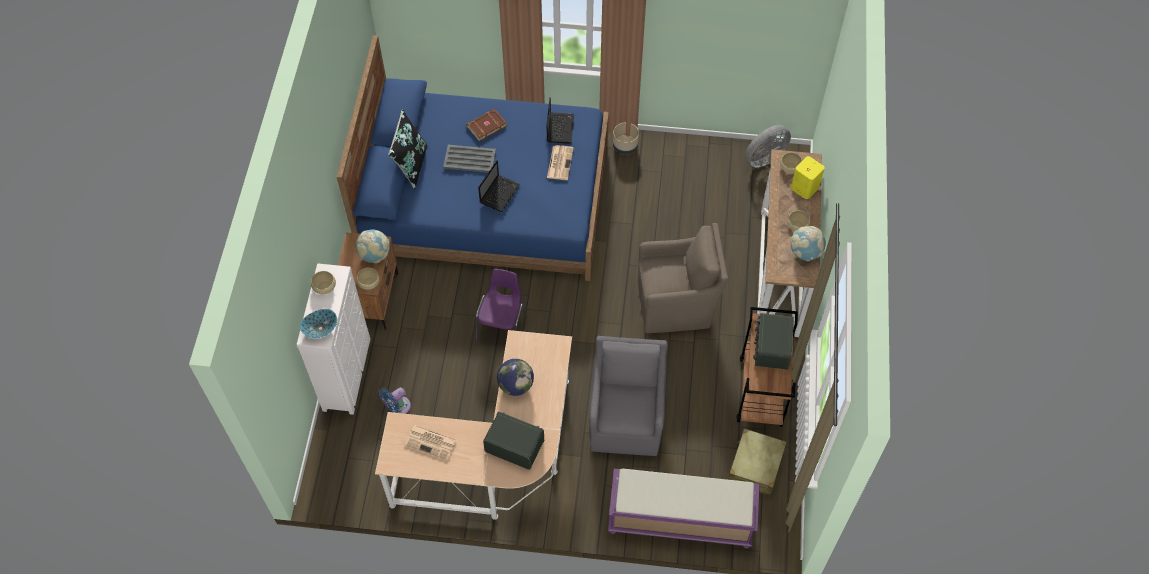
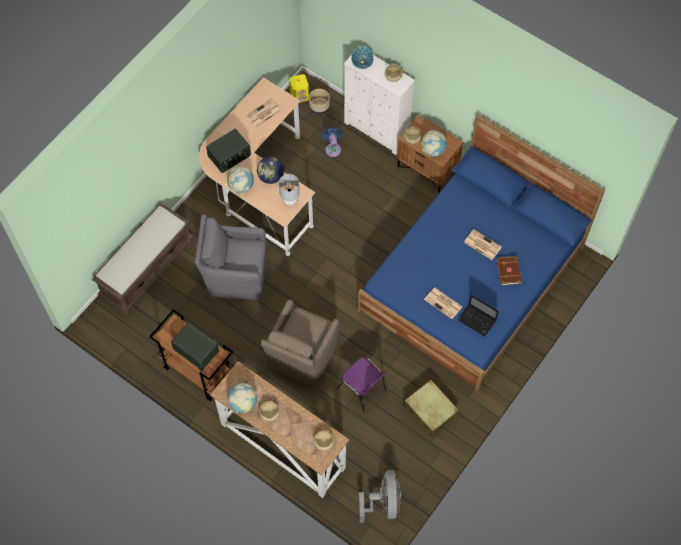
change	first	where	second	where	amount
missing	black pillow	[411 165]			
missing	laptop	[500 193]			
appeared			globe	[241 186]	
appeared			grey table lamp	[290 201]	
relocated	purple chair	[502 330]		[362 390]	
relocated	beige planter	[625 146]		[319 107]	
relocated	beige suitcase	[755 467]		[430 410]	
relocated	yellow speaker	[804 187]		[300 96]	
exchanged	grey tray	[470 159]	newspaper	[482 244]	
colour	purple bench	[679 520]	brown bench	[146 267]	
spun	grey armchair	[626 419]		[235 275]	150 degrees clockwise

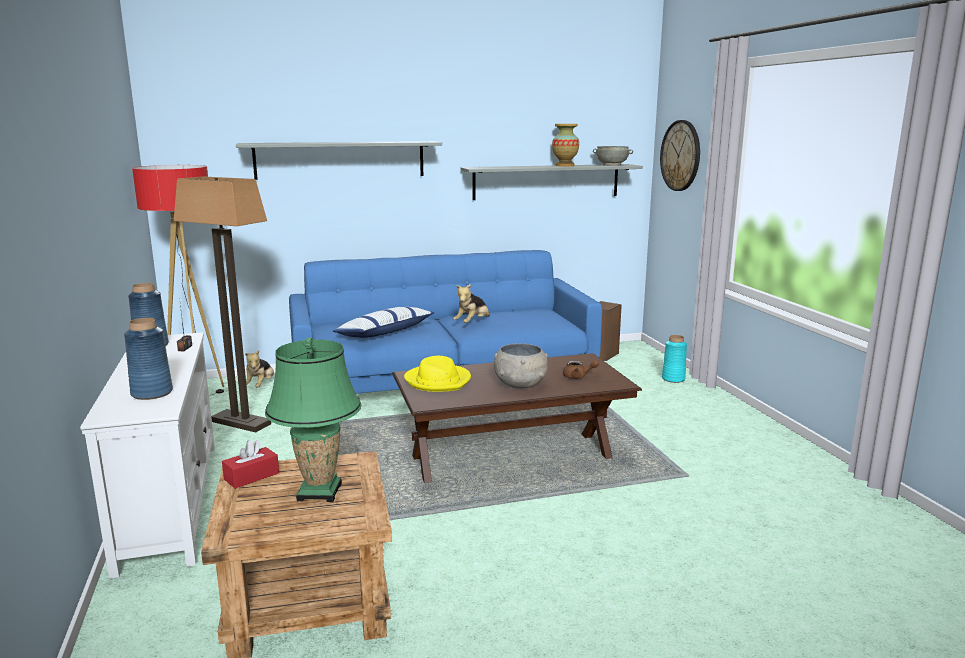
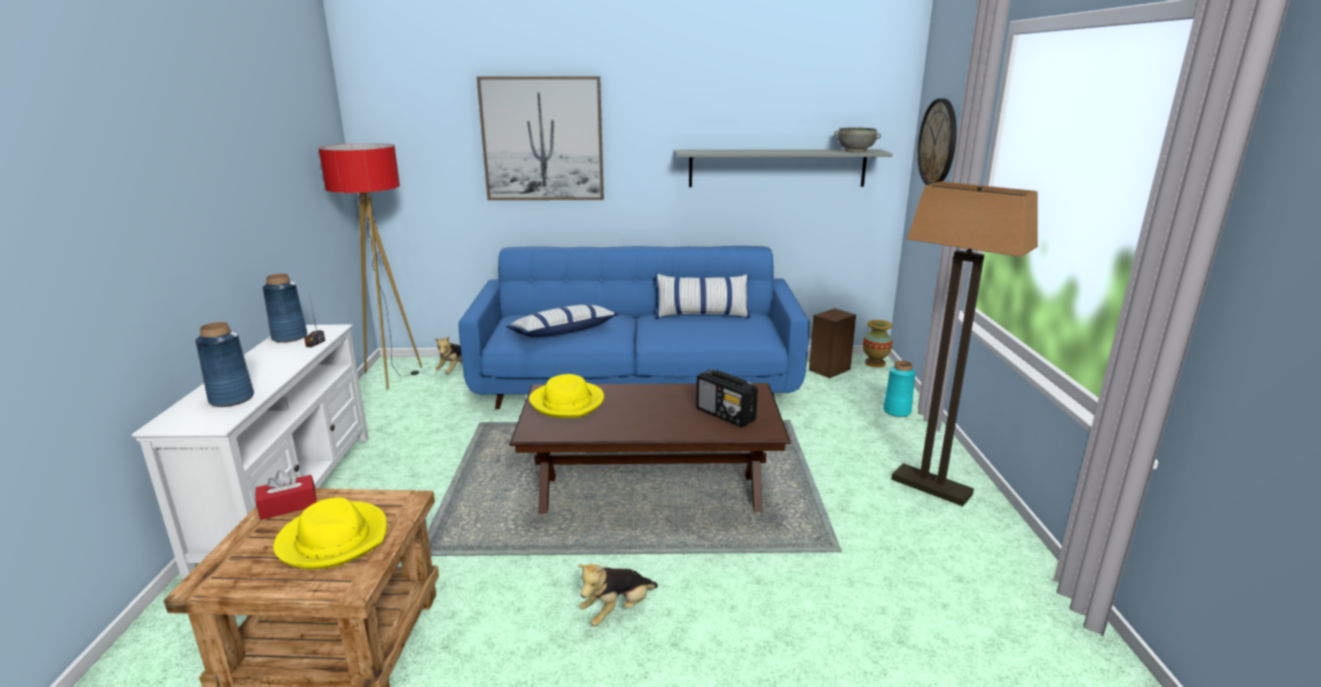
change	first	where	second	where	amount
missing	grey bowl	[520 384]			
appeared			pillow	[702 315]	
relocated	floor lamp	[241 422]		[932 486]	
relocated	plush toy	[472 323]		[617 611]	
relocated	vase	[565 165]		[875 363]	
exchanged	grey shelf	[340 160]	picture	[542 139]	
exchanged	green table lamp	[319 492]	yellow hat	[334 539]	
exchanged	brown teapot	[578 376]	radio	[726 415]	

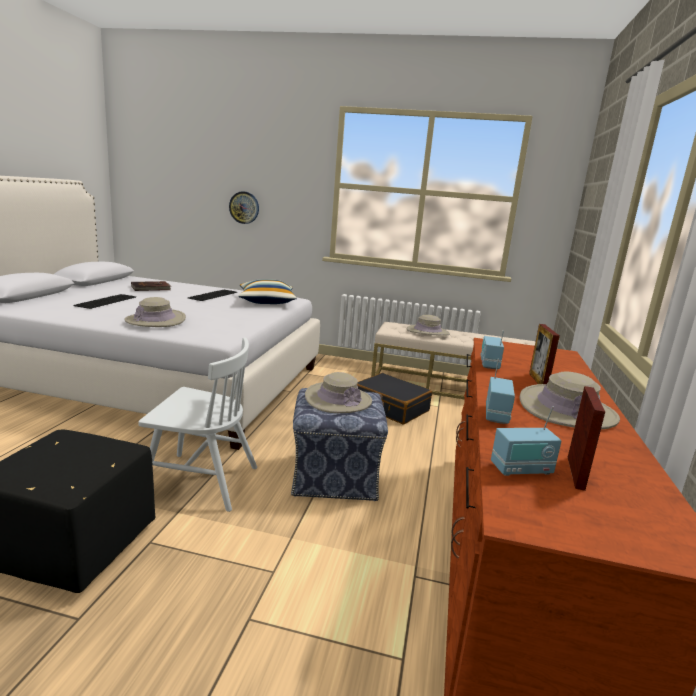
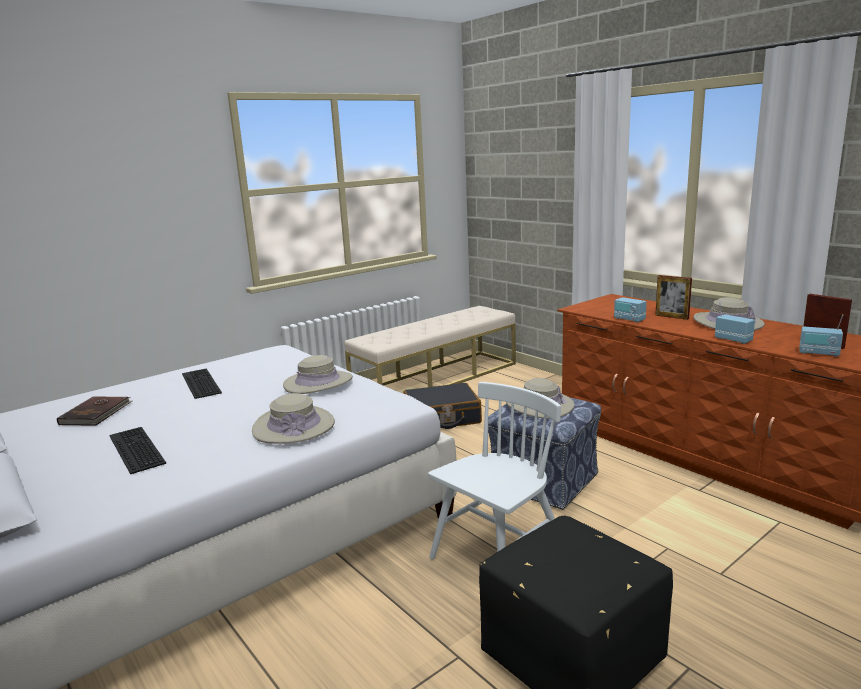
change	first	where	second	where	amount
missing	wall clock	[244 207]			
missing	pillow	[266 301]			
relocated	beige hat	[427 332]		[318 383]	
spun	radio	[521 470]		[818 353]	90 degrees clockwise

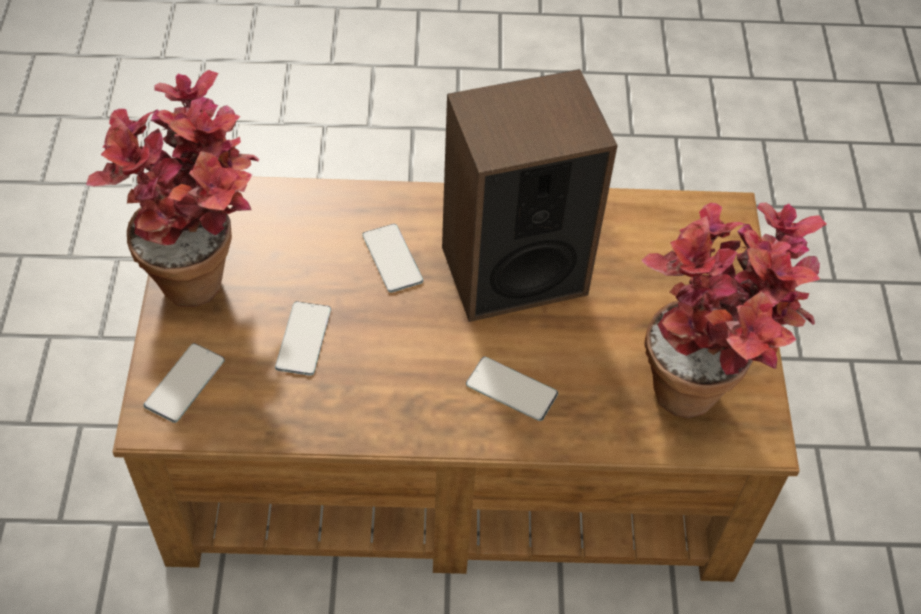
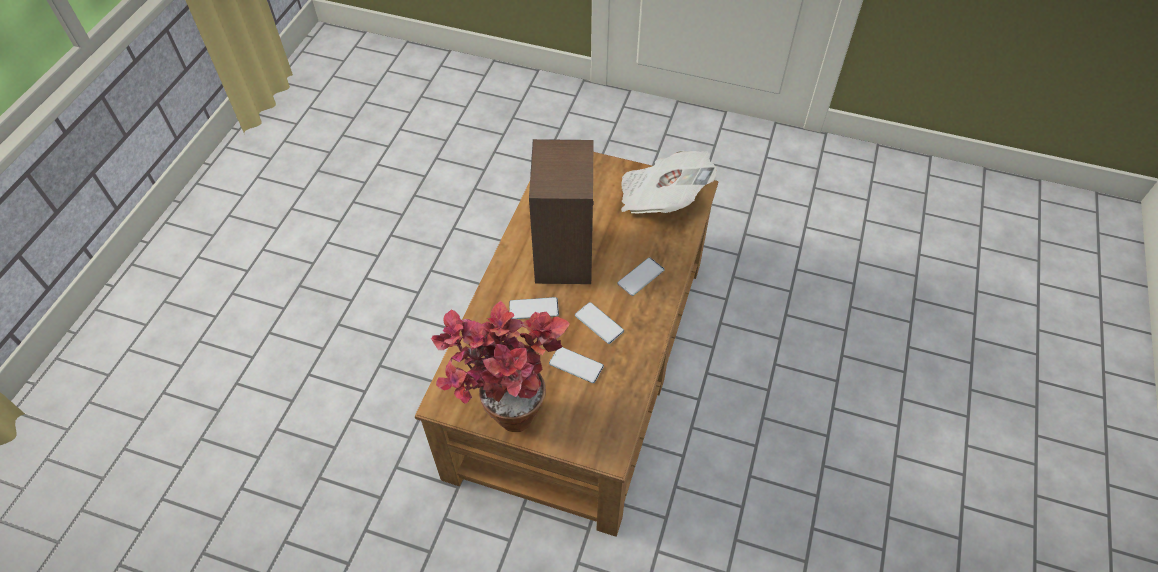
change	first	where	second	where	amount
relocated	phone	[184 383]		[599 323]	
exchanged	potted plant	[704 384]	newspaper	[661 198]	

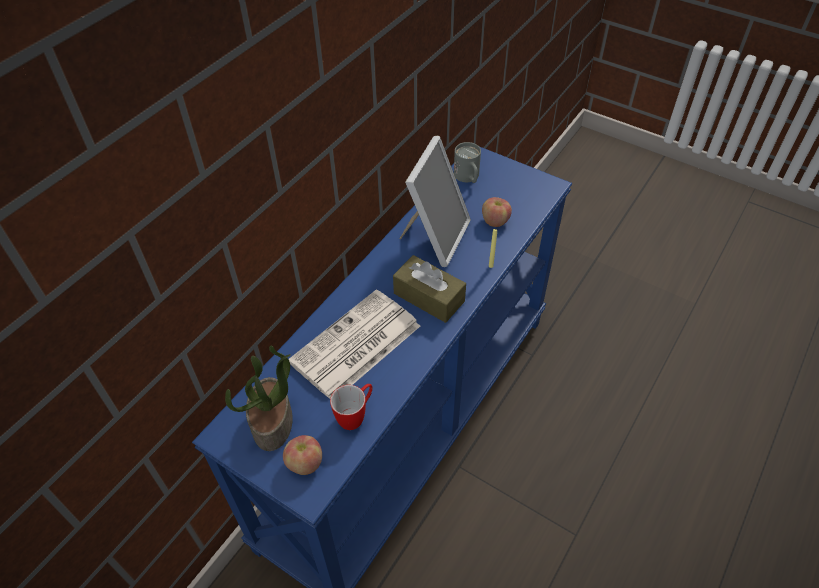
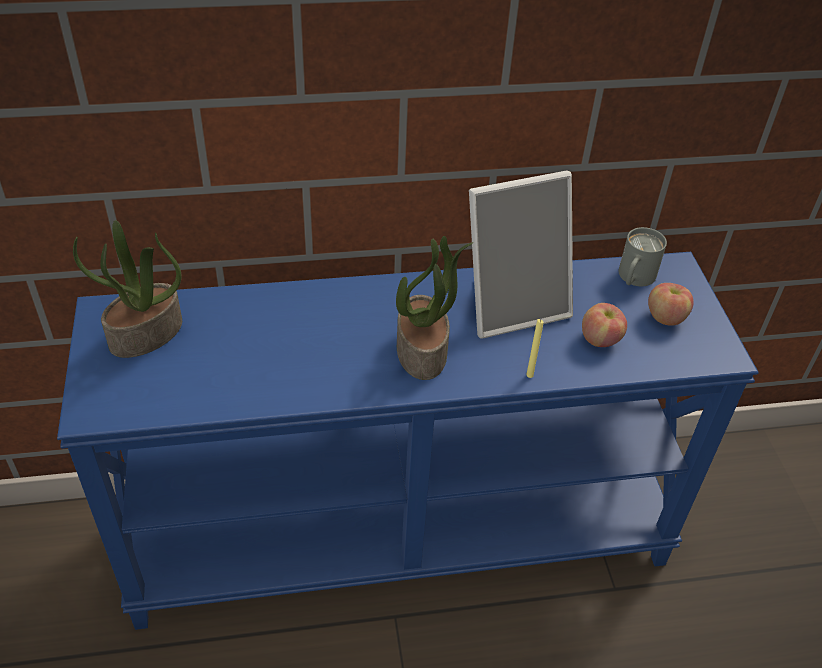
change	first	where	second	where	amount
missing	newspaper	[355 346]			
missing	mug	[356 416]			
relocated	apple	[304 463]		[665 317]	
exchanged	brown tissue box	[429 297]	potted plant	[423 351]	

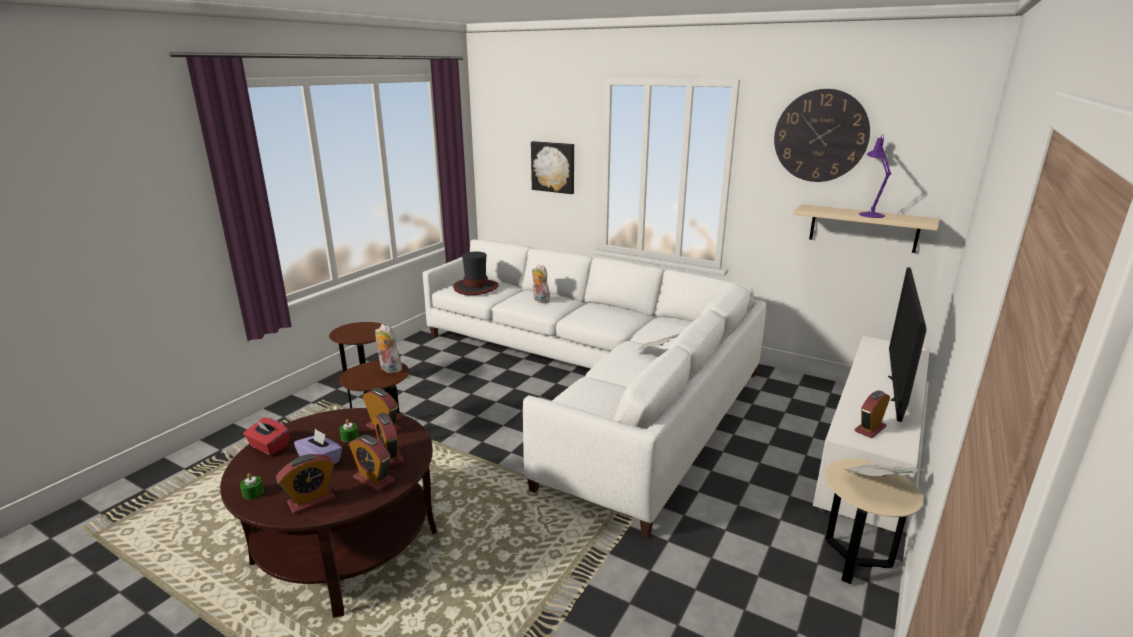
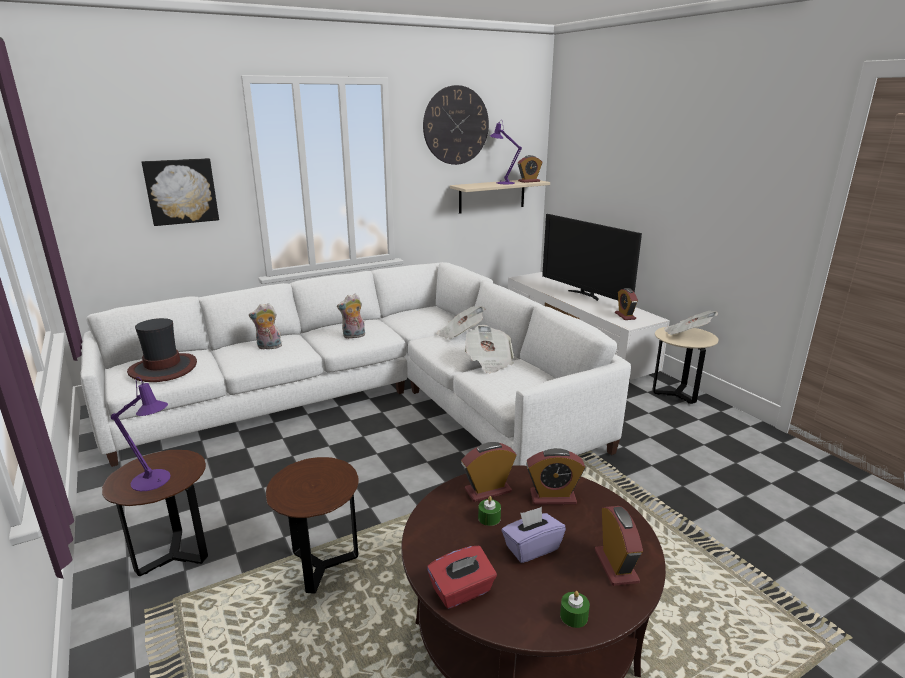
change	first	where	second	where	amount
appeared			purple table lamp	[155 481]	
appeared			newspaper	[489 362]	
relocated	alarm clock	[373 479]		[529 181]	
relocated	plush toy	[389 369]		[353 336]	

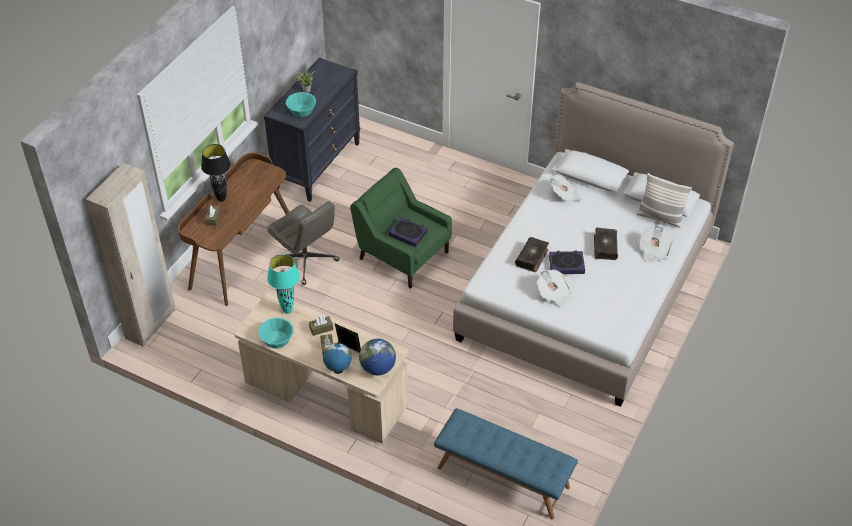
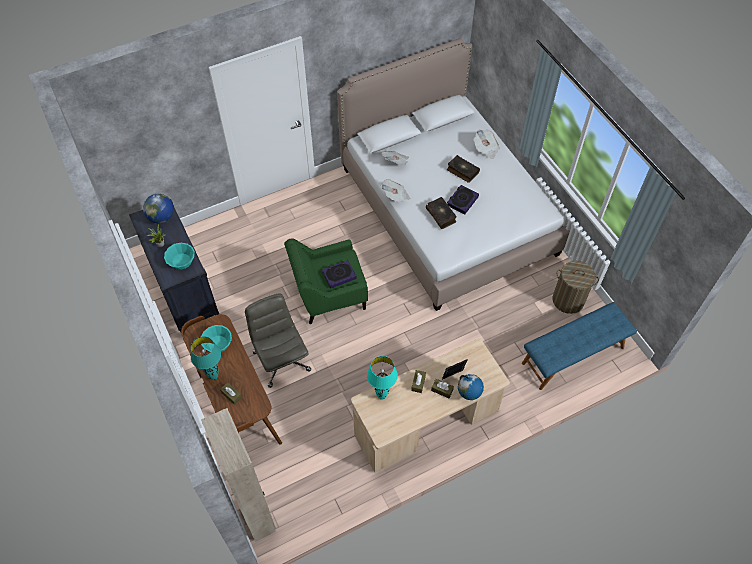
change	first	where	second	where	amount
missing	pillow	[660 217]			
appeared			laundry basket	[568 300]	
relocated	turquoise bowl	[277 339]		[218 344]	
relocated	globe	[378 368]		[161 217]	
relocated	newspaper	[553 294]		[395 196]	
colour	black table lamp	[221 199]	turquoise table lamp	[213 376]	
spun	grey office chair	[306 261]		[281 360]	105 degrees counterclockwise

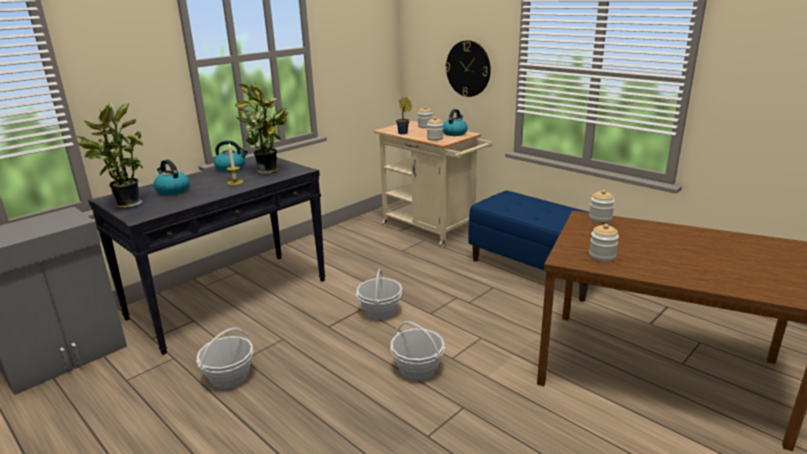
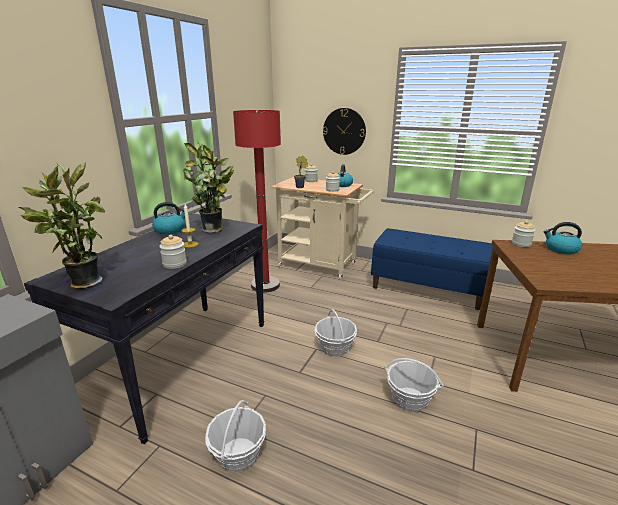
change	first	where	second	where	amount
appeared			red floor lamp	[265 285]	
relocated	kettle	[172 190]		[560 249]	
relocated	jar	[602 256]		[174 264]	

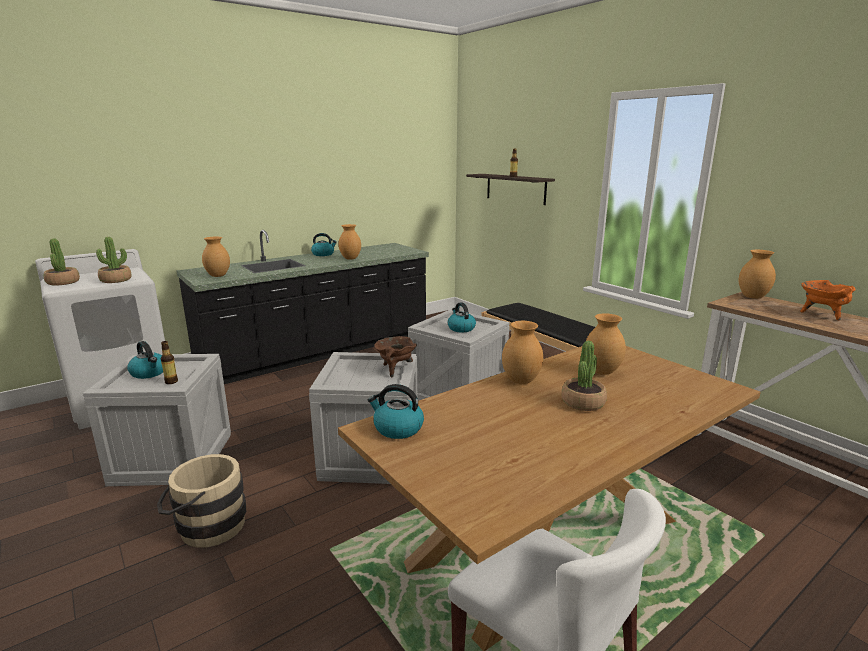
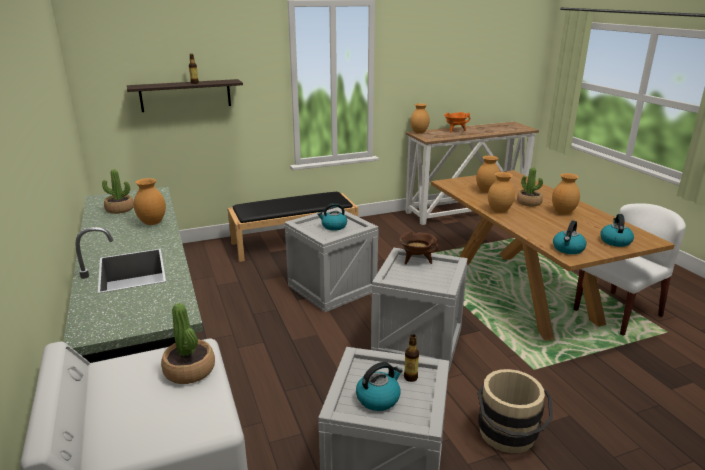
change	first	where	second	where	amount
relocated	potted plant	[63 282]		[120 209]	
relocated	brown vase	[218 276]		[563 212]	
relocated	kettle	[323 254]		[615 241]	

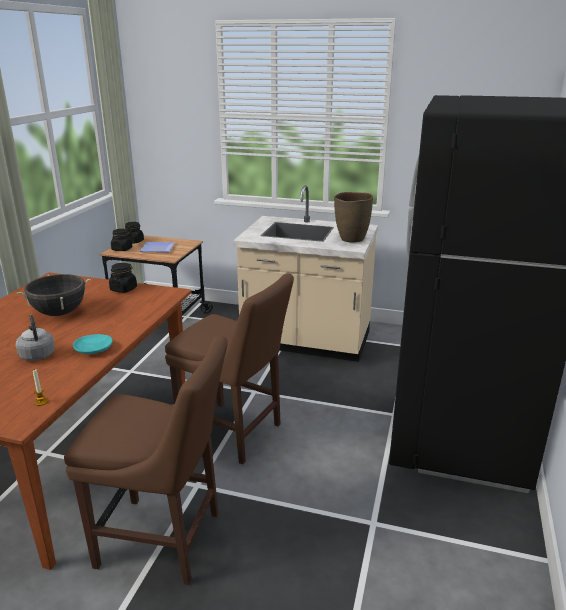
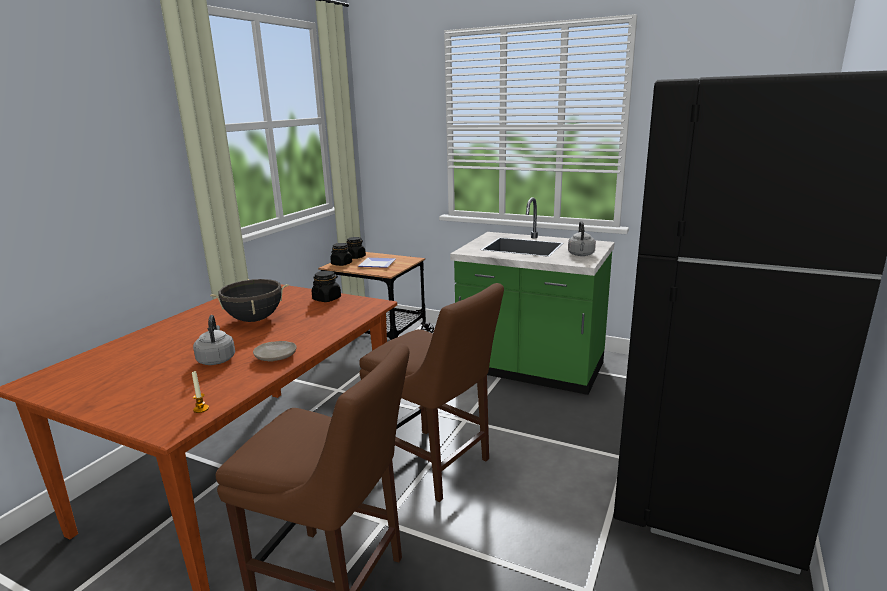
change	first	where	second	where	amount
exchanged	brown vase	[351 239]	grey kettle	[581 255]	
colour	turquoise plate	[94 349]	beige plate	[276 357]	
colour	beige counter	[306 342]	green counter	[530 369]	

